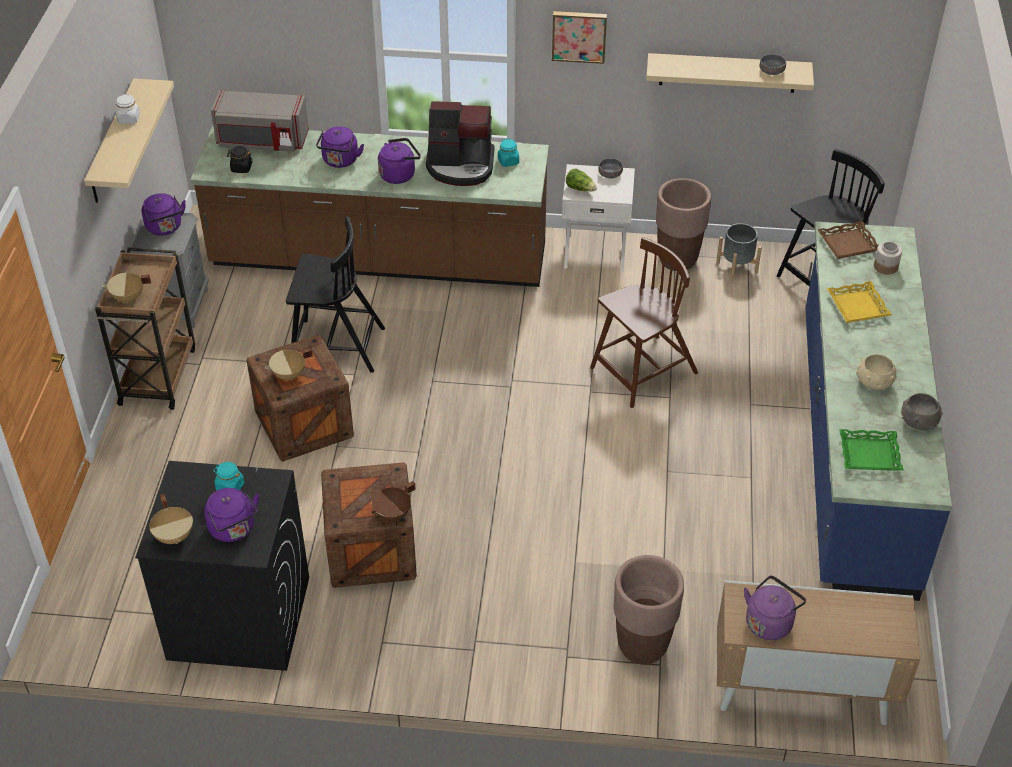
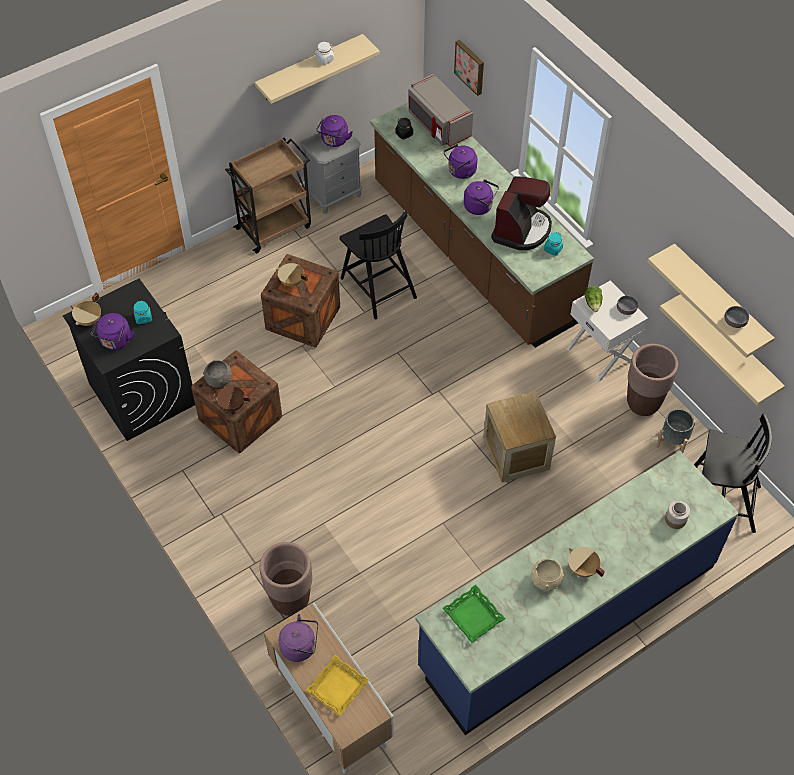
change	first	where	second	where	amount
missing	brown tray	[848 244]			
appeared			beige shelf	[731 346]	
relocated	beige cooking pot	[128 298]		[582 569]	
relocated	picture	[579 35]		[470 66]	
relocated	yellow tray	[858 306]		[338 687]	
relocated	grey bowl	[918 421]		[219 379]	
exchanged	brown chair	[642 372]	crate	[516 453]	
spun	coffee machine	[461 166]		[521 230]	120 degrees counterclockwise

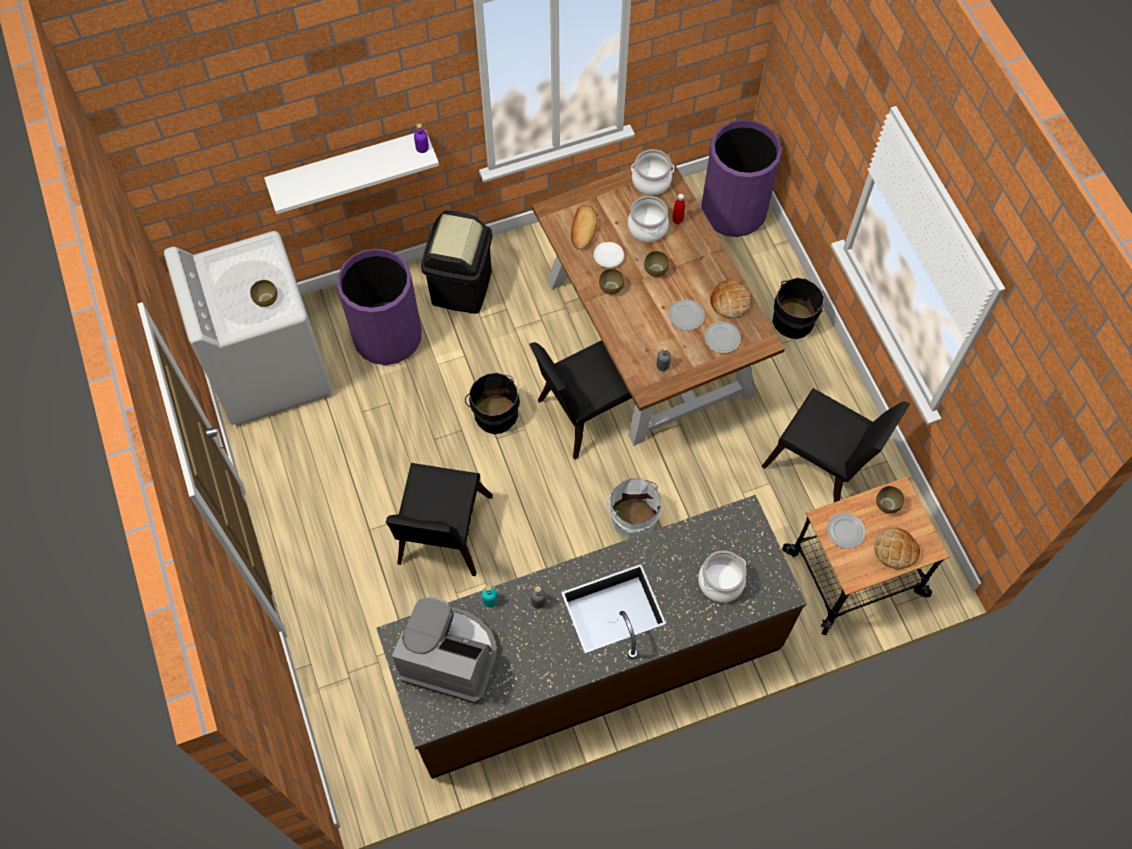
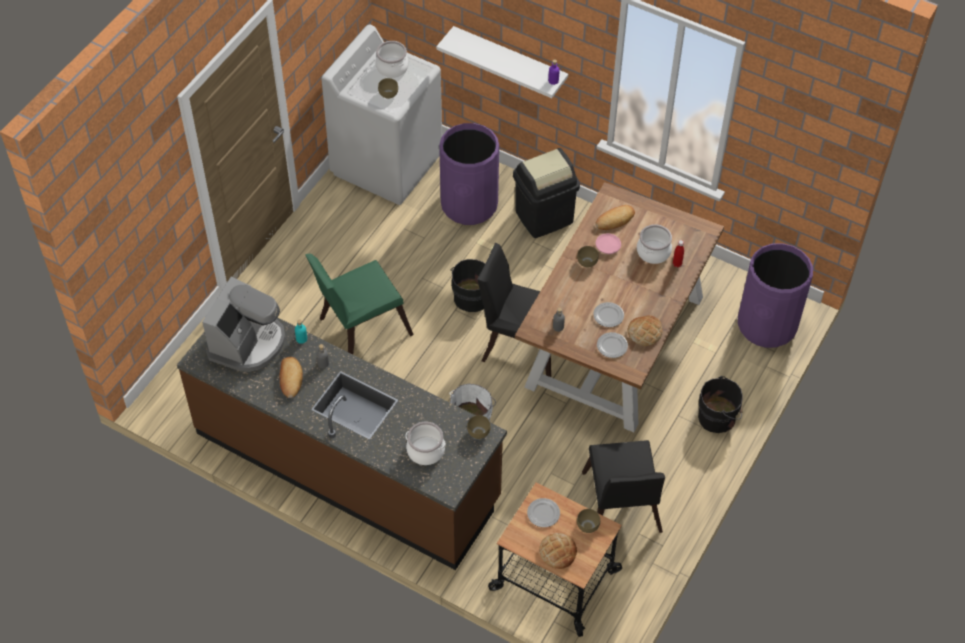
change	first	where	second	where	amount
appeared			bread	[290 379]	
relocated	cooking pot	[651 181]		[392 68]	
relocated	brown bowl	[655 270]		[478 432]	
colour	black chair	[442 536]	green chair	[359 328]	
colour	white plate	[608 257]	pink plate	[608 247]	
spun	coffee machine	[450 656]		[248 343]	45 degrees clockwise

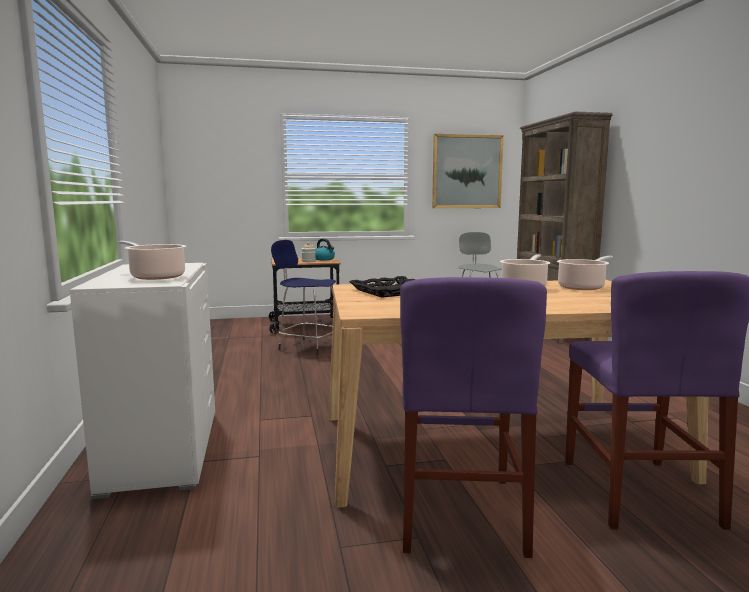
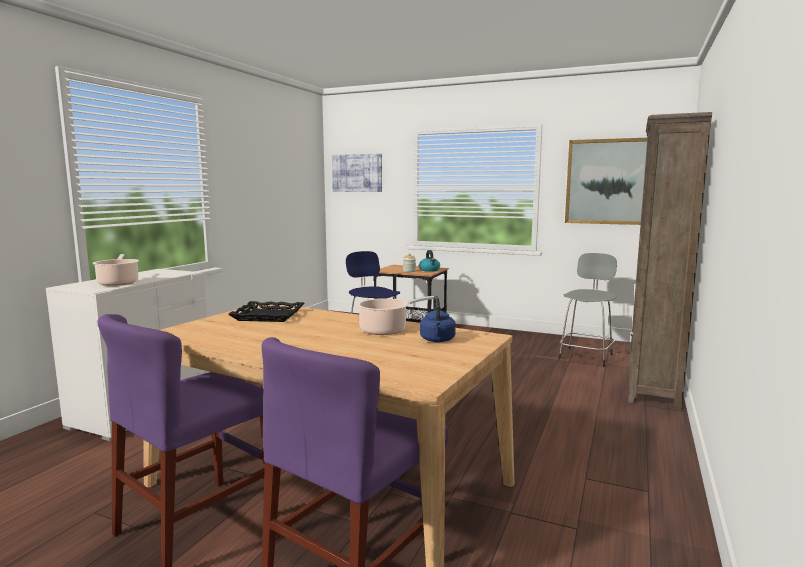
change	first	where	second	where	amount
appeared			picture	[357 173]	
exchanged	cooking pot	[582 287]	blue kettle	[437 340]	

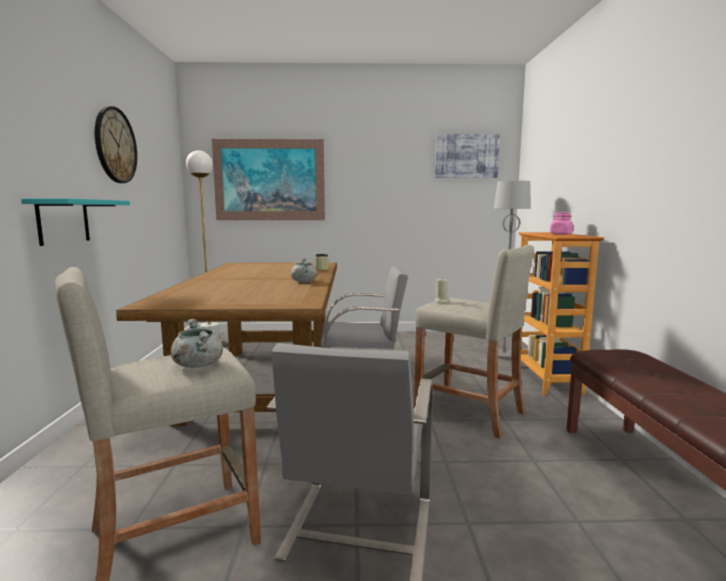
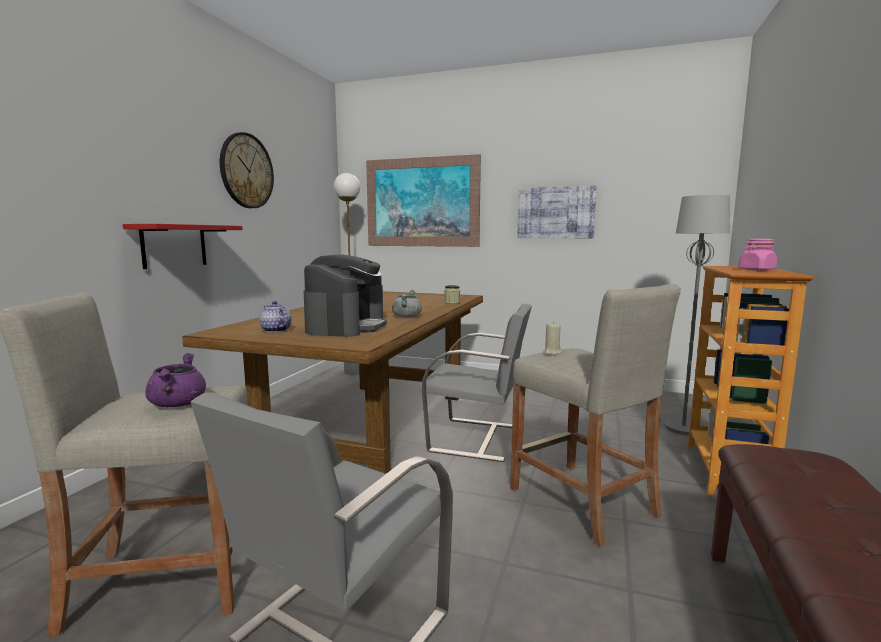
change	first	where	second	where	amount
appeared			teapot	[275 330]	
appeared			coffee machine	[346 327]	
relocated	picture	[466 156]		[555 212]	
colour	turquoise shelf	[63 221]	red shelf	[174 246]	
colour	grey cooking pot	[198 364]	purple cooking pot	[177 404]	

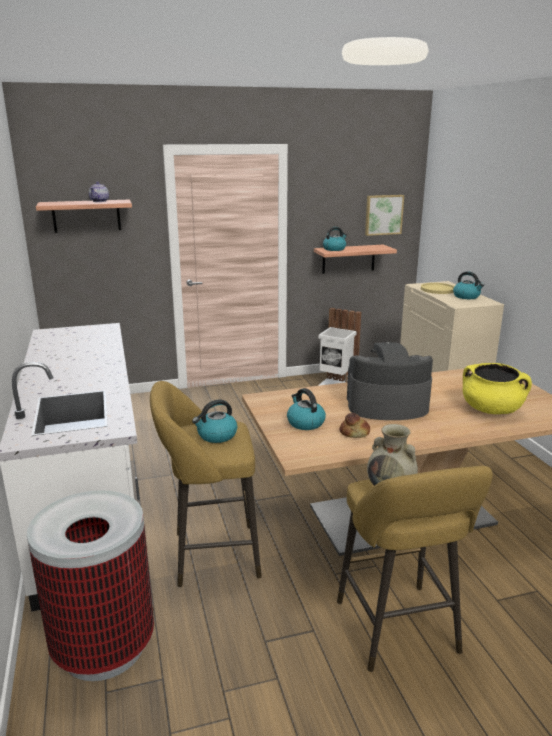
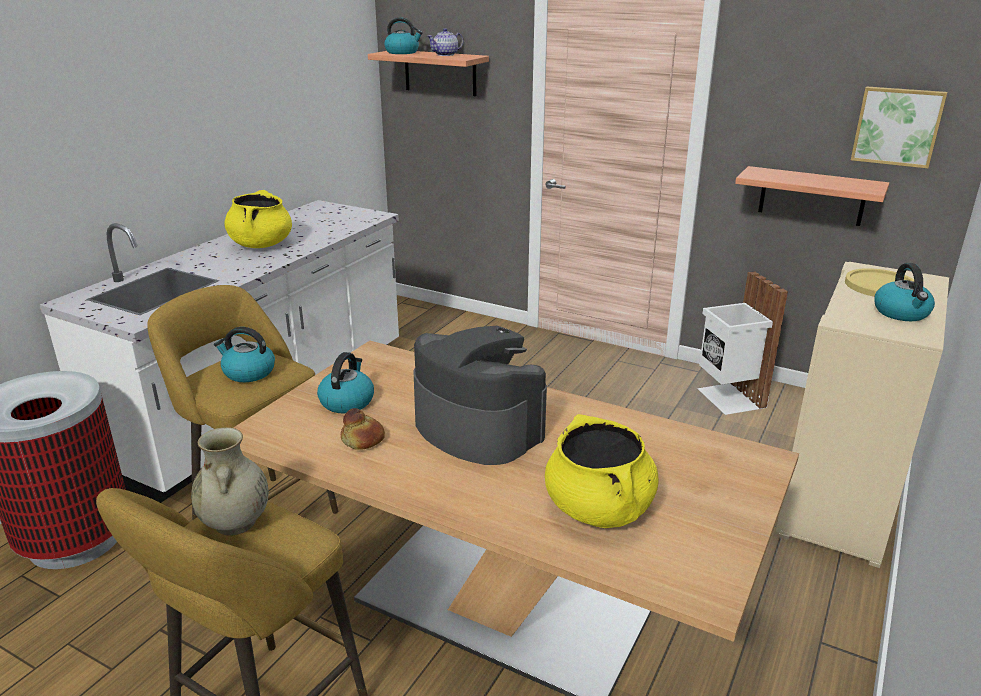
change	first	where	second	where	amount
appeared			yellow cooking pot	[261 244]	
relocated	kettle	[334 249]		[402 52]	

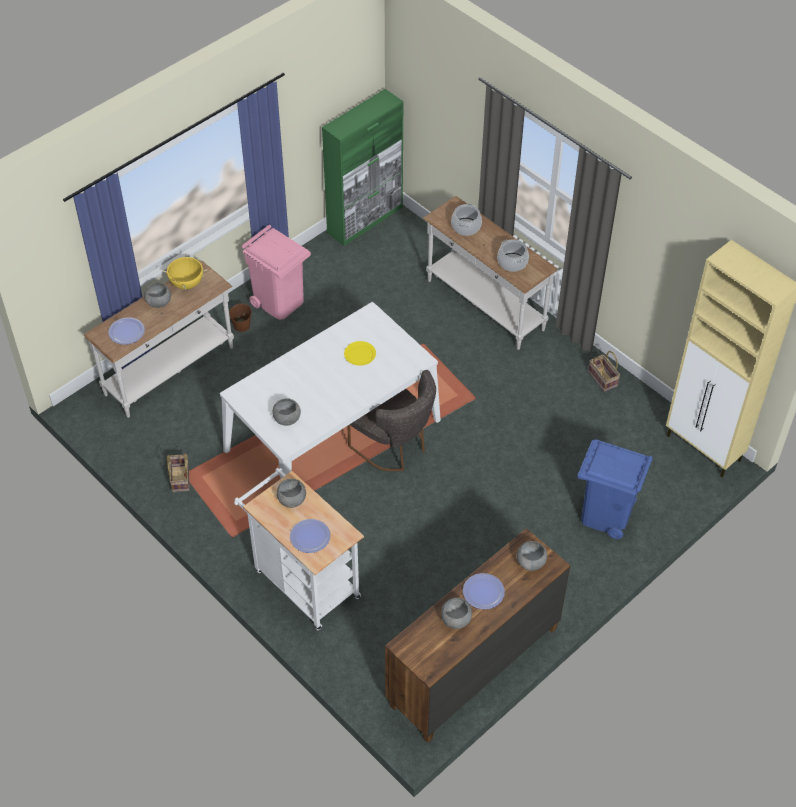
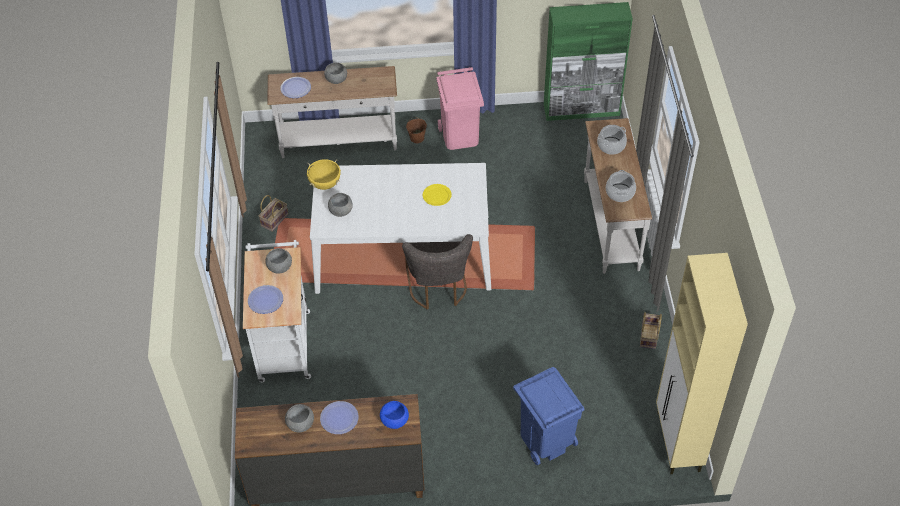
change	first	where	second	where	amount
relocated	yellow cooking pot	[187 283]		[325 184]	
colour	grey bowl	[530 562]	blue bowl	[394 420]	

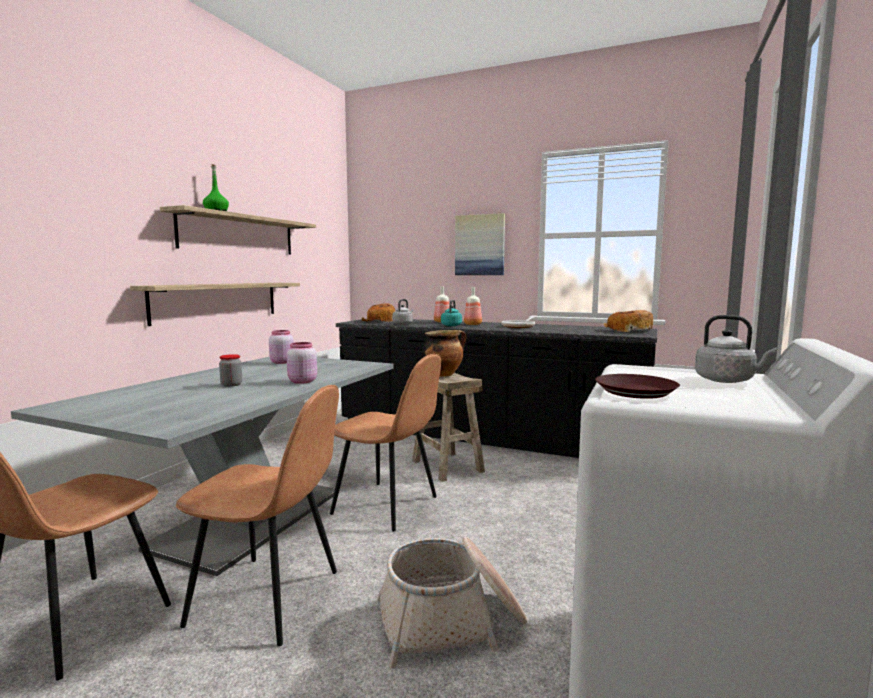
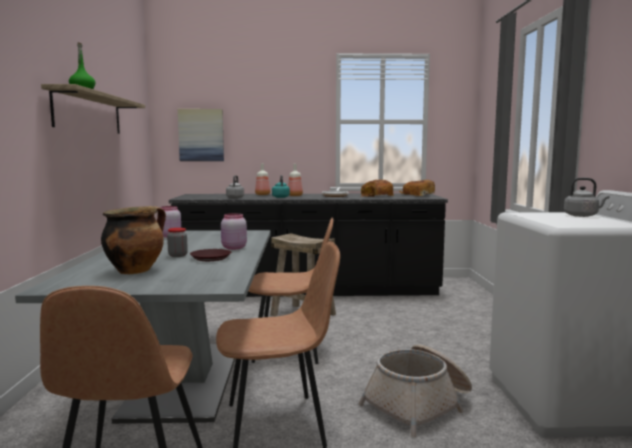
change	first	where	second	where	amount
missing	shelf	[218 301]			
relocated	bread	[378 321]		[376 196]	
relocated	cooking pot	[443 374]		[135 270]	
relocated	picture	[480 245]		[201 135]	
relocated	brown plate	[634 392]		[210 258]	

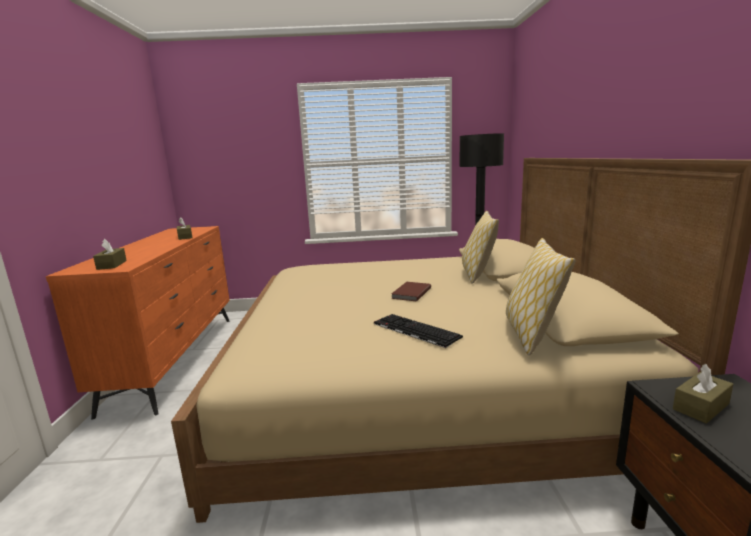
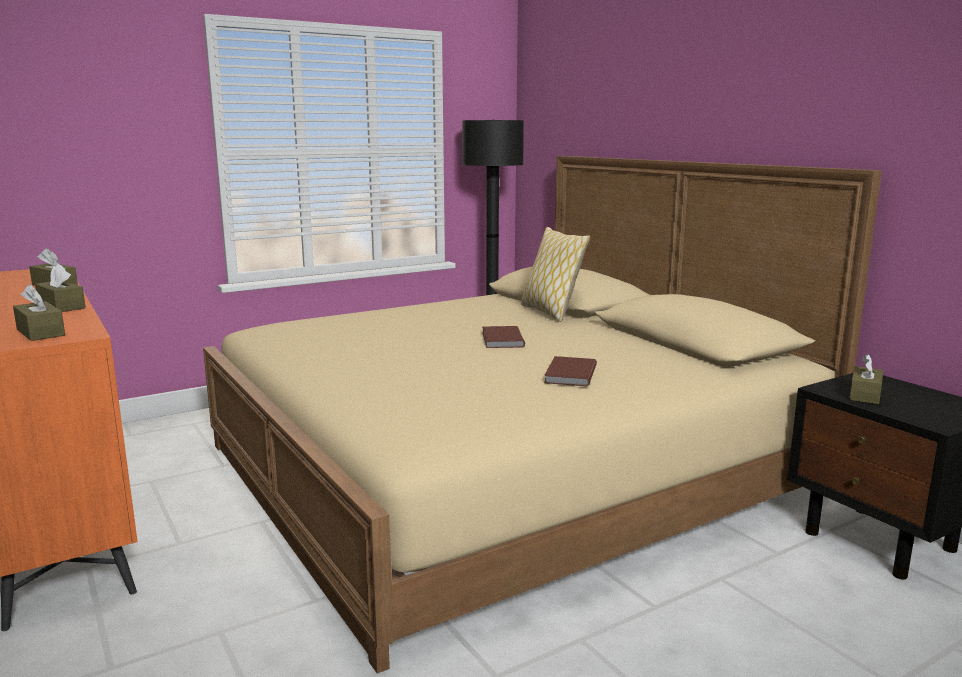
change	first	where	second	where	amount
missing	pillow	[531 335]			
appeared			brown tissue box	[61 306]	
exchanged	keyboard	[414 330]	brown book	[569 374]	

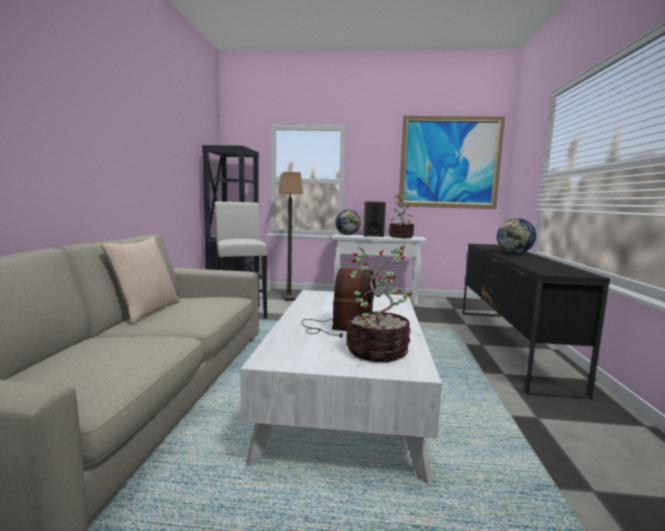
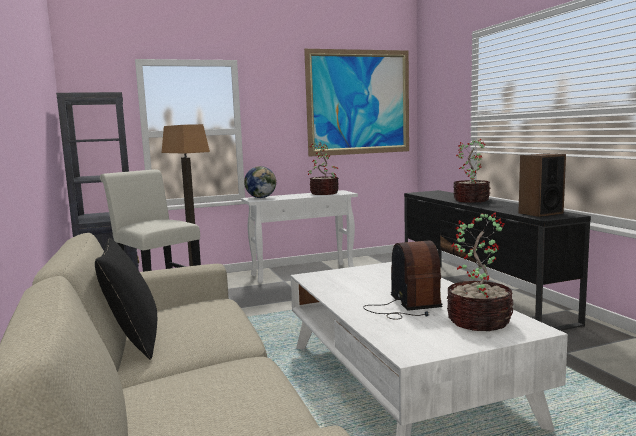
change	first	where	second	where	amount
relocated	speaker	[373 236]		[540 213]	
exchanged	globe	[514 253]	potted plant	[471 200]	
colour	beige pillow	[146 311]	black pillow	[134 341]	

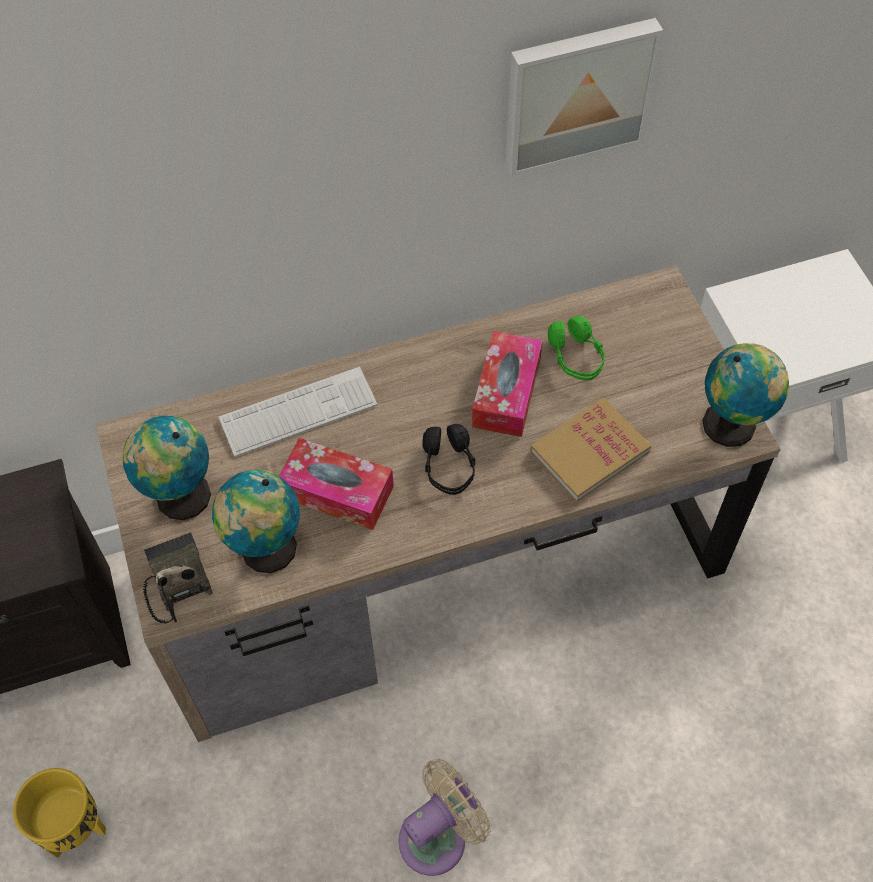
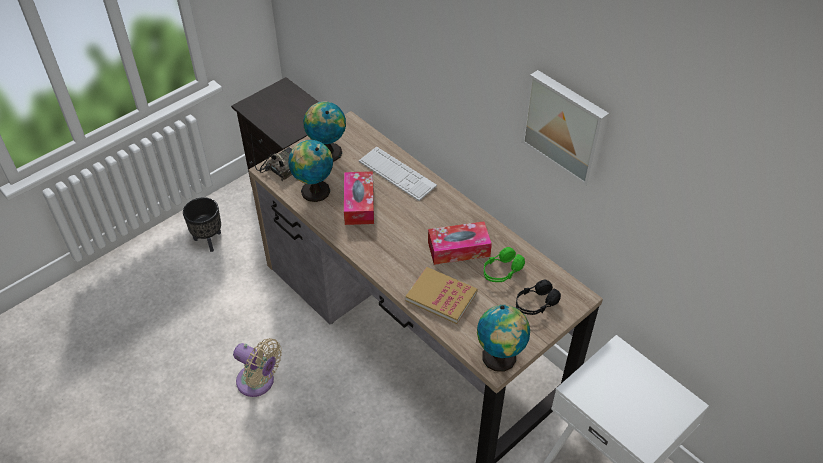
change	first	where	second	where	amount
relocated	black headphones	[449 467]		[535 304]	
colour	yellow planter	[75 829]	black planter	[209 240]	

